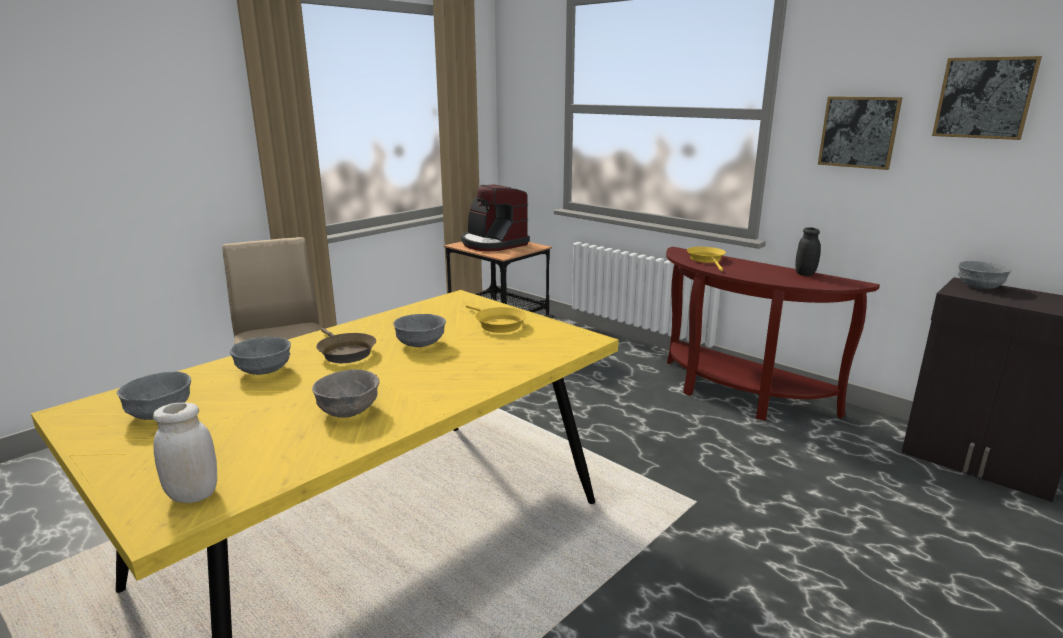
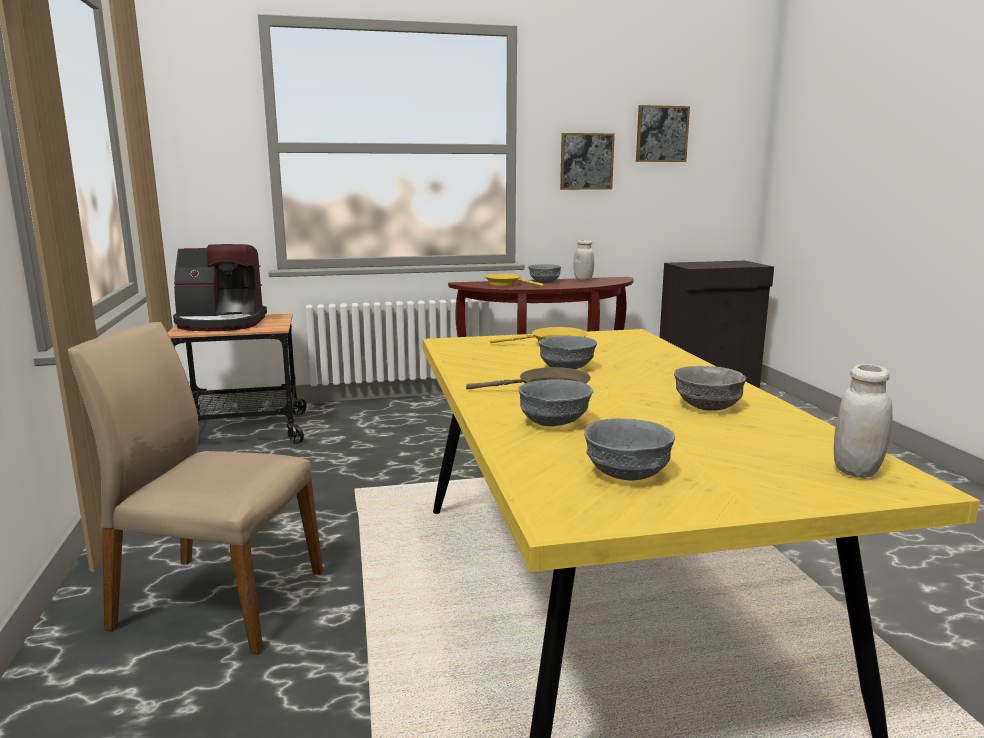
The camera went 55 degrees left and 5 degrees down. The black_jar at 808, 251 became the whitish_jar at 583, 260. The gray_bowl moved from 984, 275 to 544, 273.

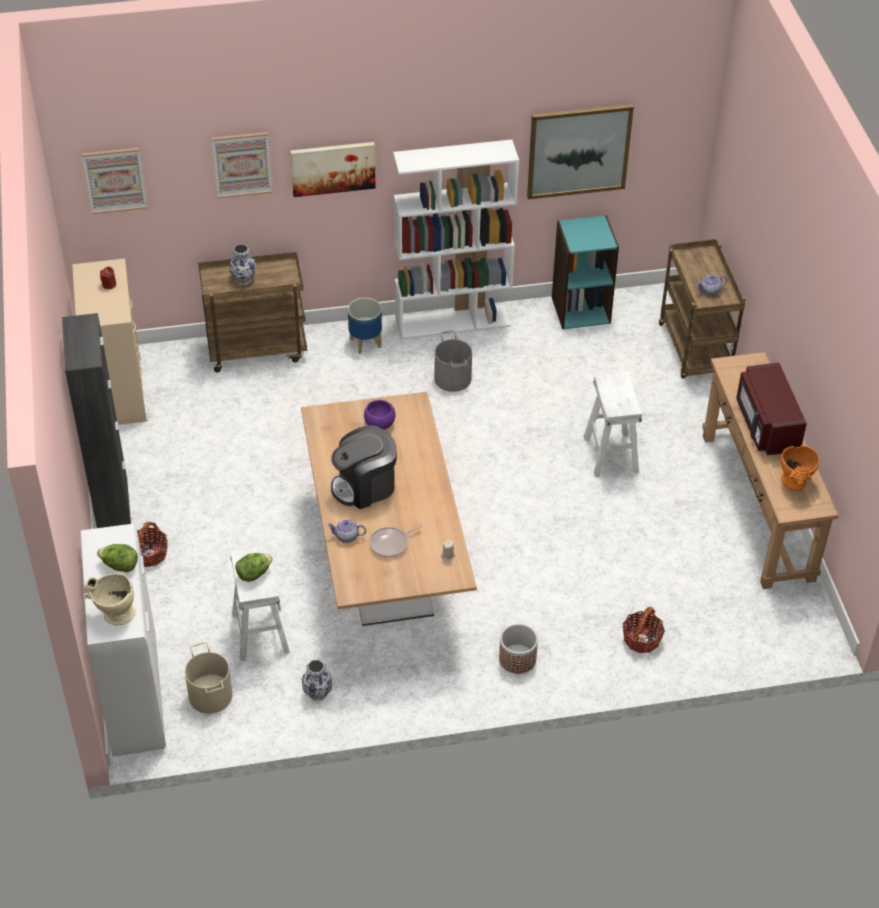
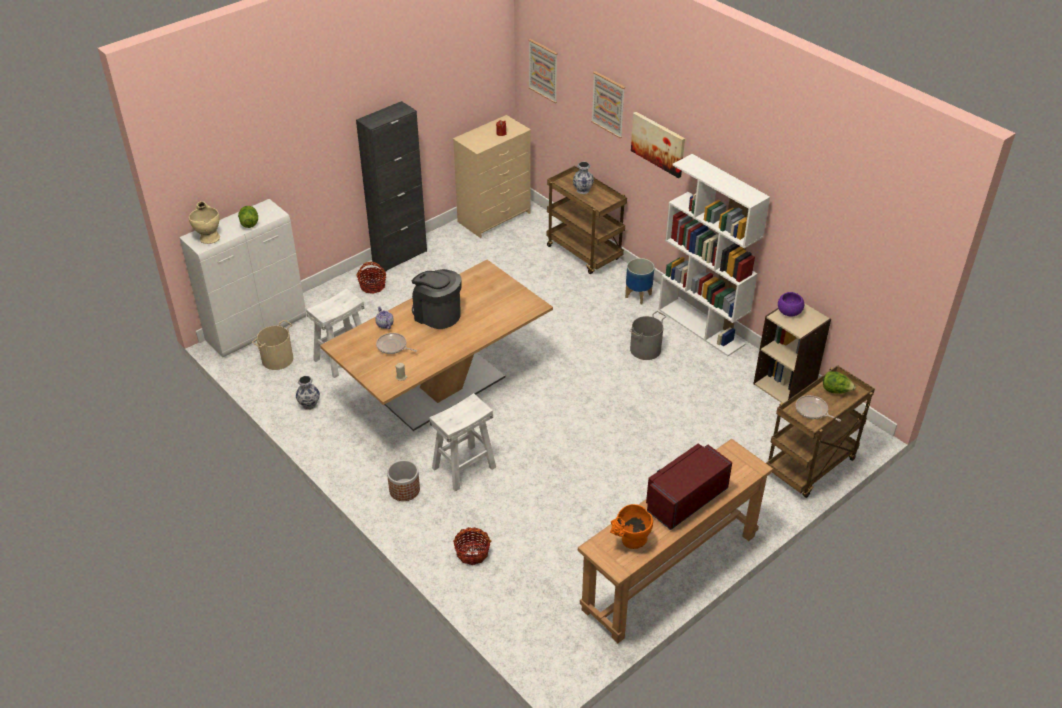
The camera went 60 degrees right and 5 degrees down. The lettuce moved from 253, 567 to 839, 382. The purple_bowl moved from 380, 415 to 791, 304. The picture at 580, 152 disappeared. The turquoise-coloured_bookshelf at 585, 272 became the beige-coloured_bookshelf at 792, 353. The whitish_sitting_stool moved from 613, 424 to 462, 442. The tea_pot at 712, 285 was replaced by the skillet at 818, 408.

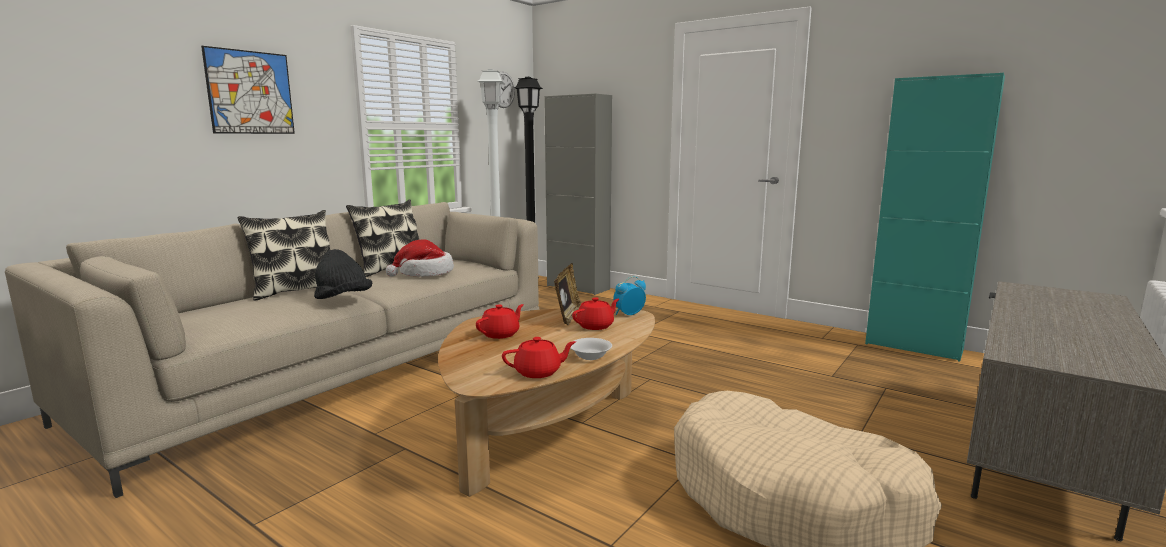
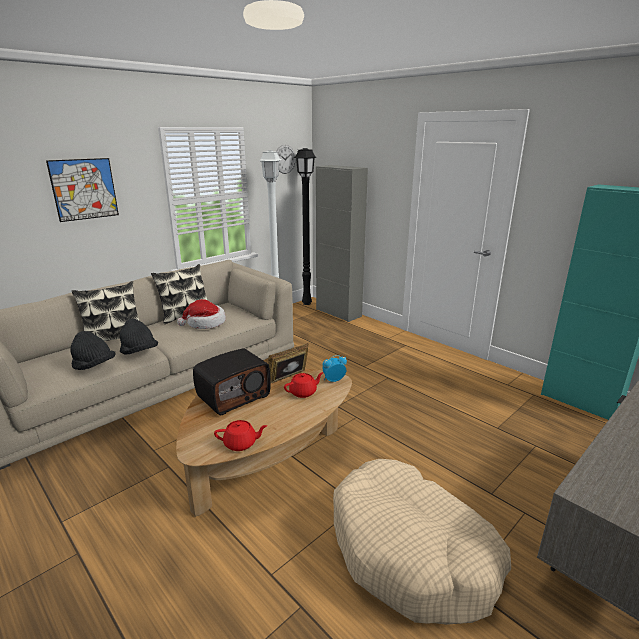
The camera went 10 degrees right and 10 degrees up. The red-coloured_tea_pot at 500, 321 was replaced by the radio_set at 232, 381. The picture_frame at 567, 294 turned 150 degrees counterclockwise. The whitish_bowl at 591, 349 disappeared. The black_clothing_hat at 93, 350 appeared.

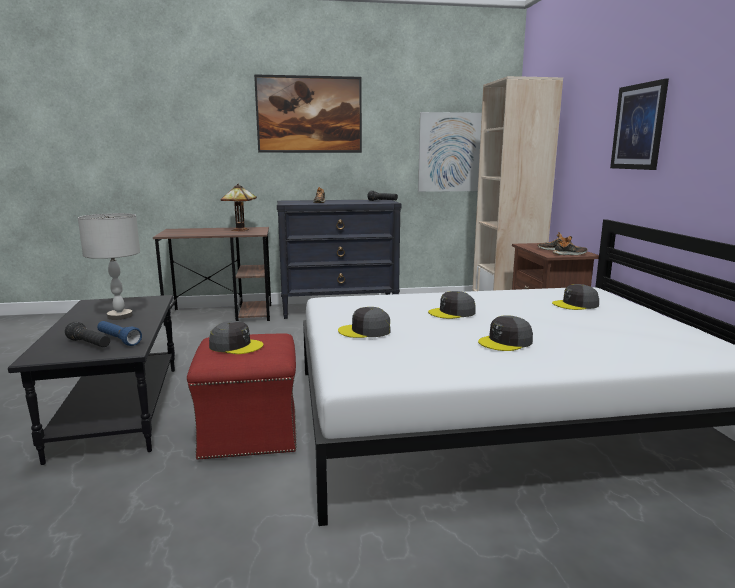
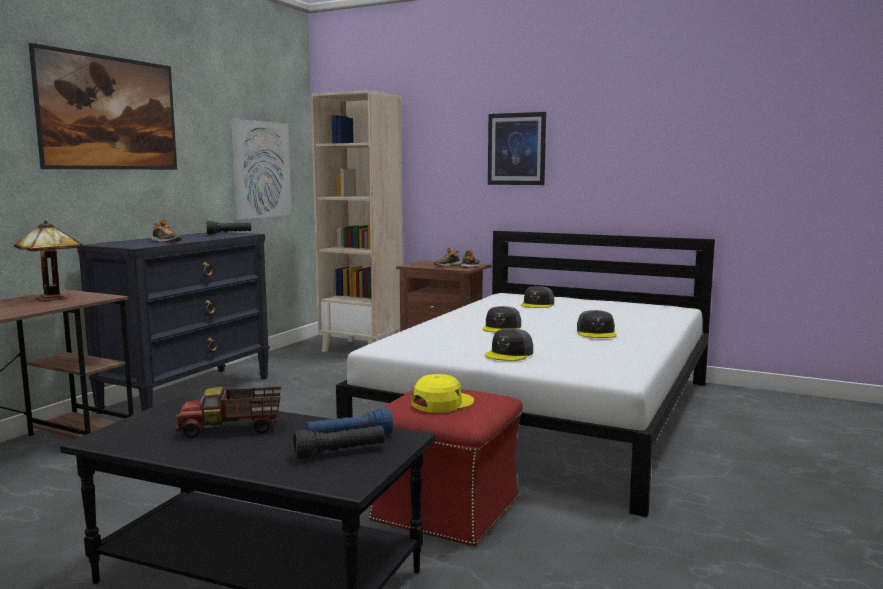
The camera went 55 degrees left and 5 degrees down. The gray_tabletop_lamp at 109, 266 was replaced by the toy_lorry at 229, 412. The gray_baseball_cap at 236, 337 became the yellow_baseball_cap at 442, 393.

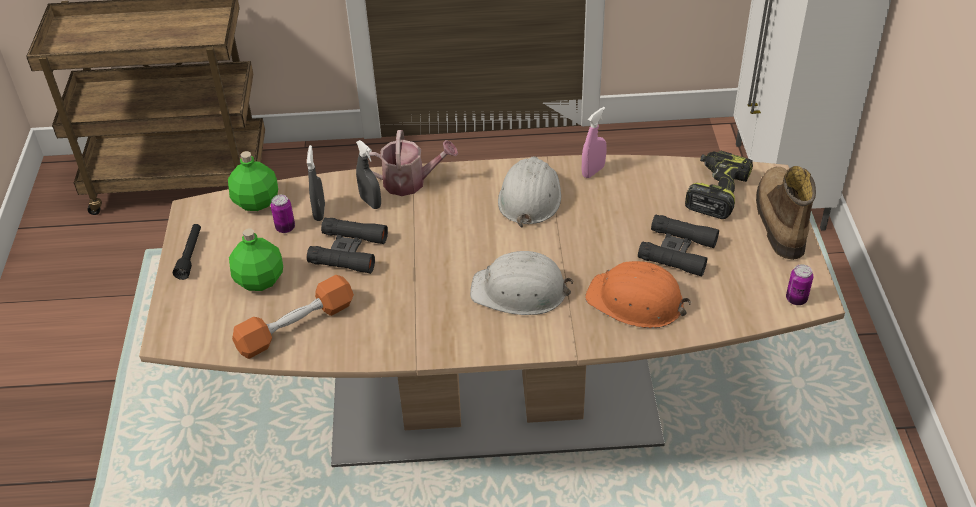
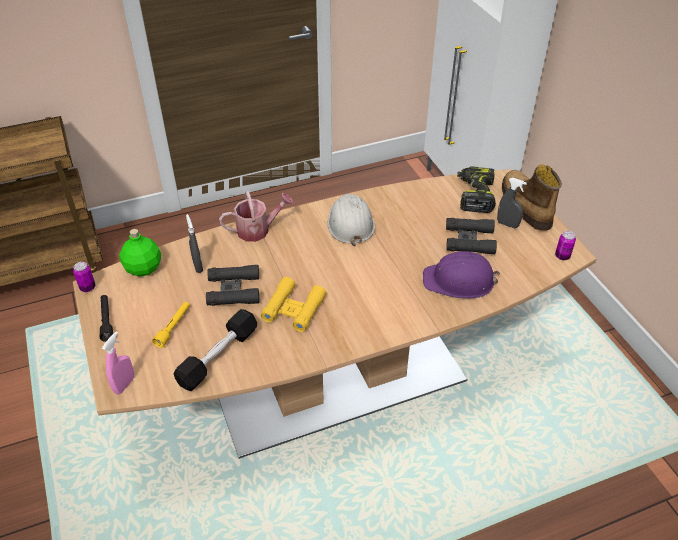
The camera went 20 degrees left and 0 degrees up. The green_bottle at 256, 259 was replaced by the yellow_flashlight at 171, 325. The orangey_free_weight at 293, 317 became the black_free_weight at 215, 350. The can moved from 282, 214 to 84, 277. The gray_hand_sprayer moved from 368, 174 to 512, 203. The whitish_safety_helmet at 521, 283 disappeared. The pink-coloured_hand_sprayer moved from 594, 142 to 118, 362. The orangey_safety_helmet at 638, 294 became the purple_safety_helmet at 461, 275. The yellow_binoculars at 293, 304 appeared.

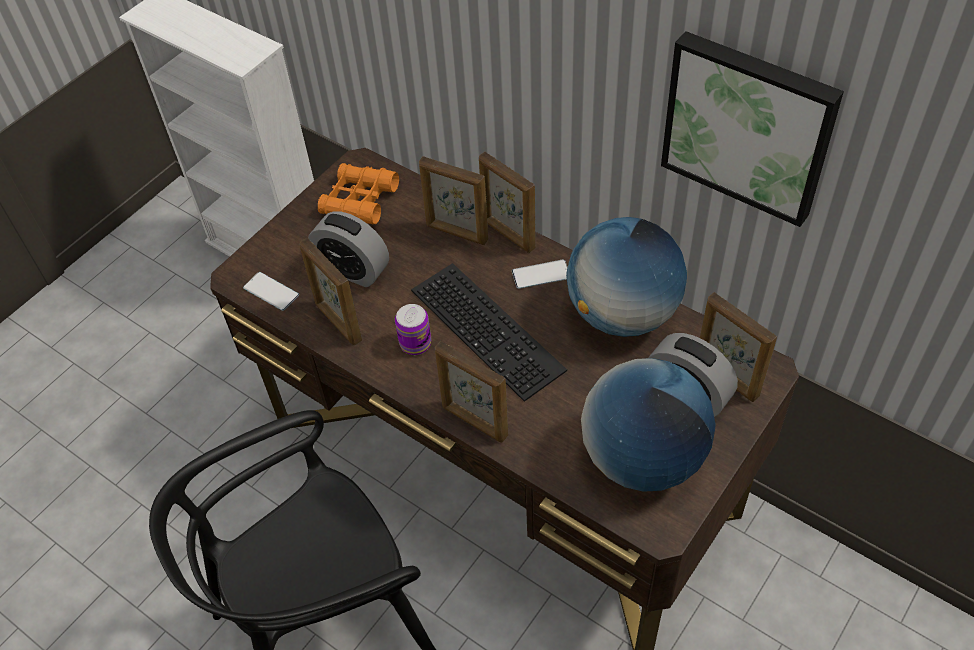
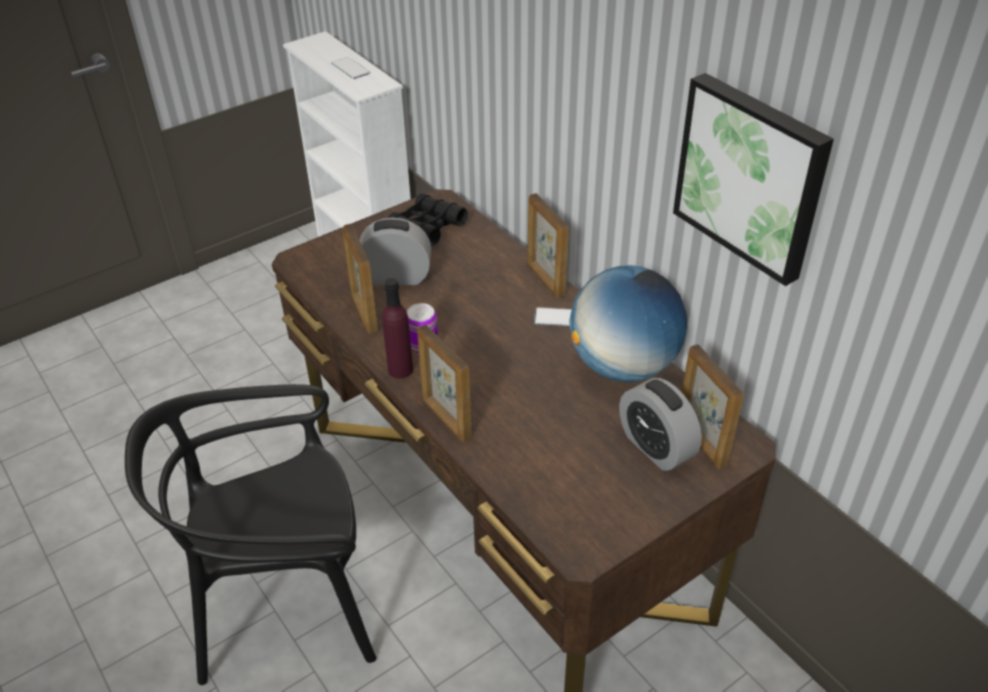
The camera went 15 degrees right and 10 degrees down. The handset moved from 271, 291 to 350, 68. The alarm_clock at 348, 249 turned 135 degrees clockwise. The orangey_binoculars at 358, 193 became the black_binoculars at 428, 219. The PC_keyboard at 489, 332 disappeared. The picture_frame at 453, 201 disappeared. The world_globe at 648, 425 disappeared. The purple_bottle at 397, 328 appeared.

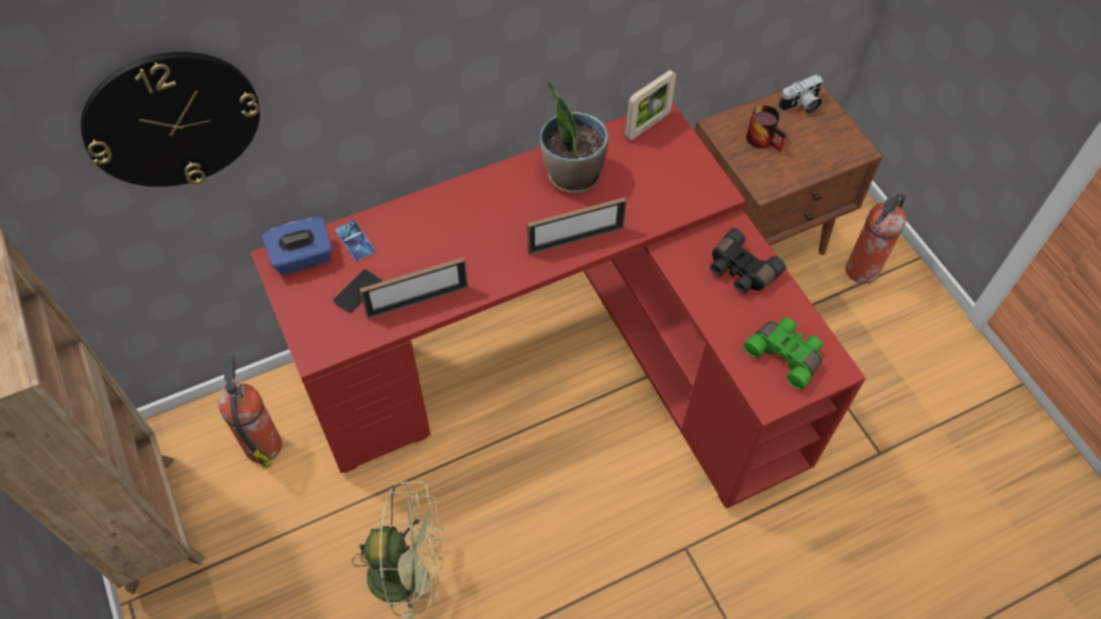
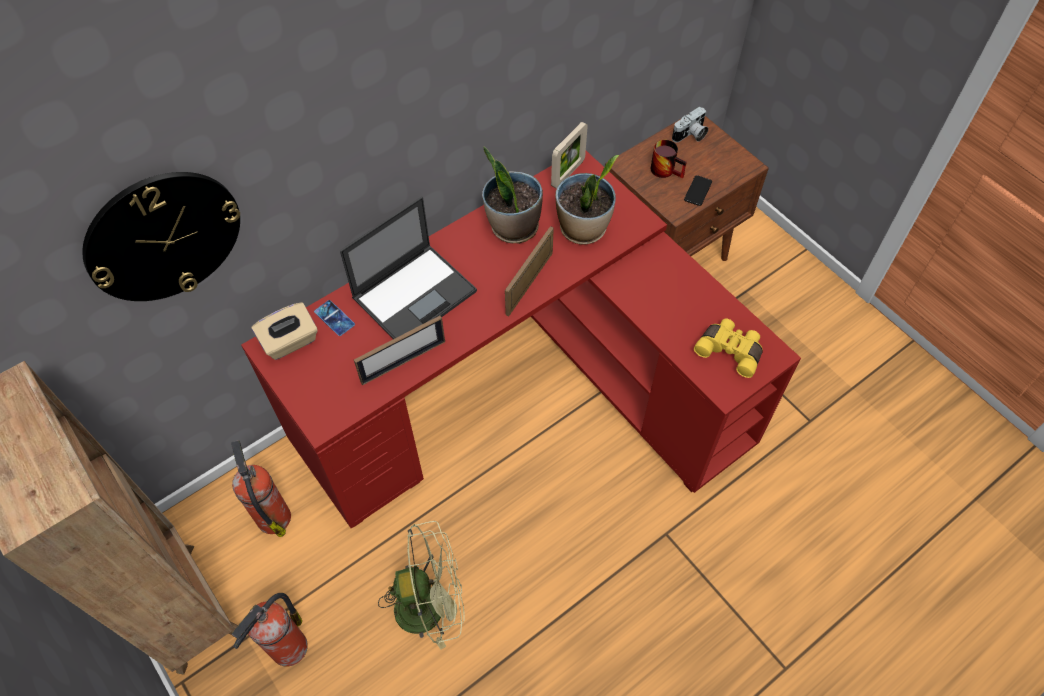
The camera went 10 degrees left and 0 degrees up. The blue-coloured_tissue_holder at 297, 246 became the beige-coloured_tissue_holder at 284, 331. The handset moved from 357, 291 to 698, 190. The picture_frame at 577, 226 turned 150 degrees clockwise. The black_binoculars at 748, 261 disappeared. The green_binoculars at 783, 354 became the yellow_binoculars at 728, 348. The fire-fighting_cylinder moved from 876, 238 to 269, 630. The portable_computer at 408, 267 appeared. The houseplant at 587, 199 appeared.

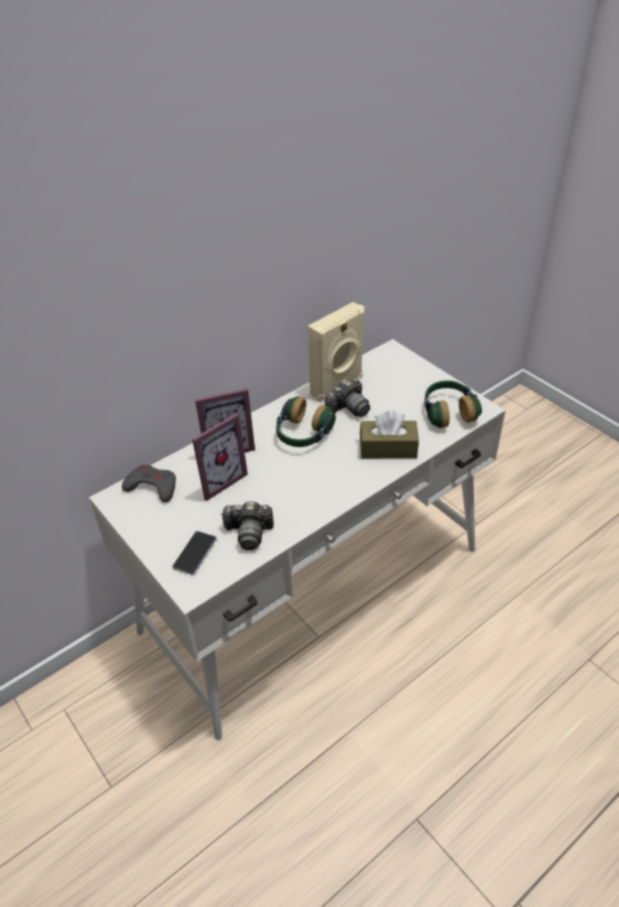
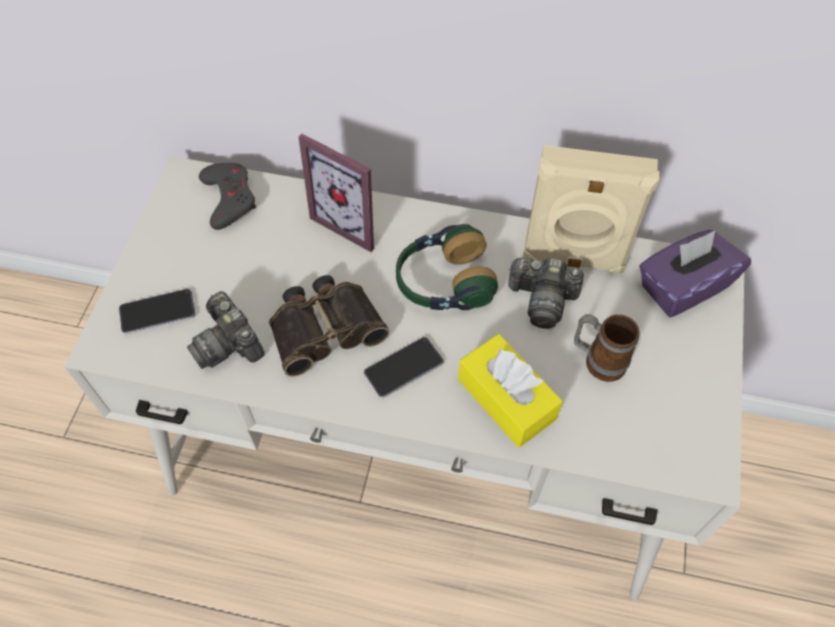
The camera went 50 degrees right and 15 degrees up. The picture_frame at 220, 457 disappeared. The brown-coloured_tissue_holder at 389, 434 became the yellow_tissue_holder at 510, 391. The pair_of_headphones at 453, 404 disappeared. The binoculars at 329, 326 appeared. The handset at 403, 367 appeared. The mug at 607, 348 appeared. The purple_tissue_holder at 695, 273 appeared.

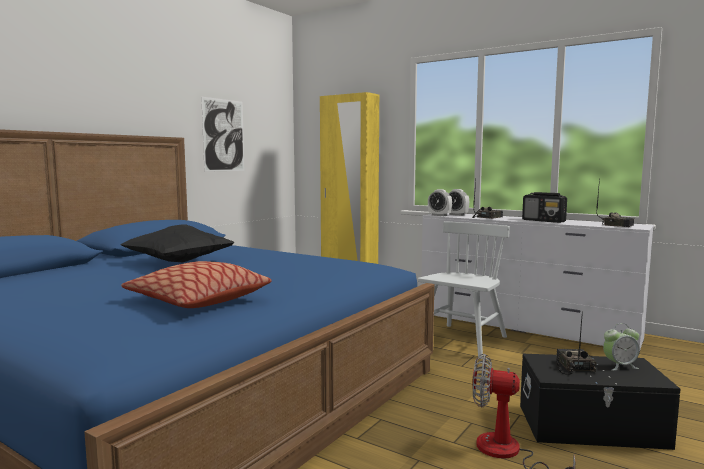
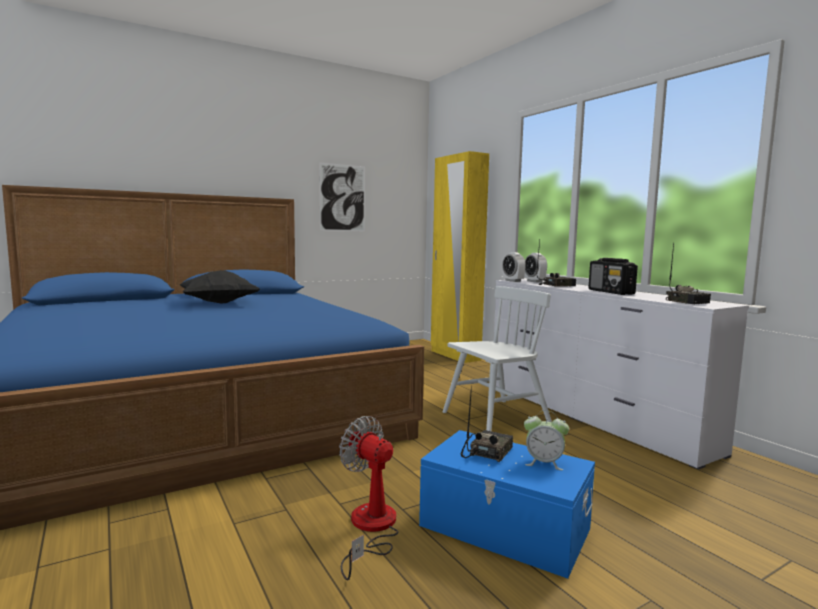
The camera went 25 degrees right and 0 degrees up. The pillow at 196, 284 disappeared. The black_storage_container at 600, 402 became the blue-coloured_storage_container at 507, 504.

